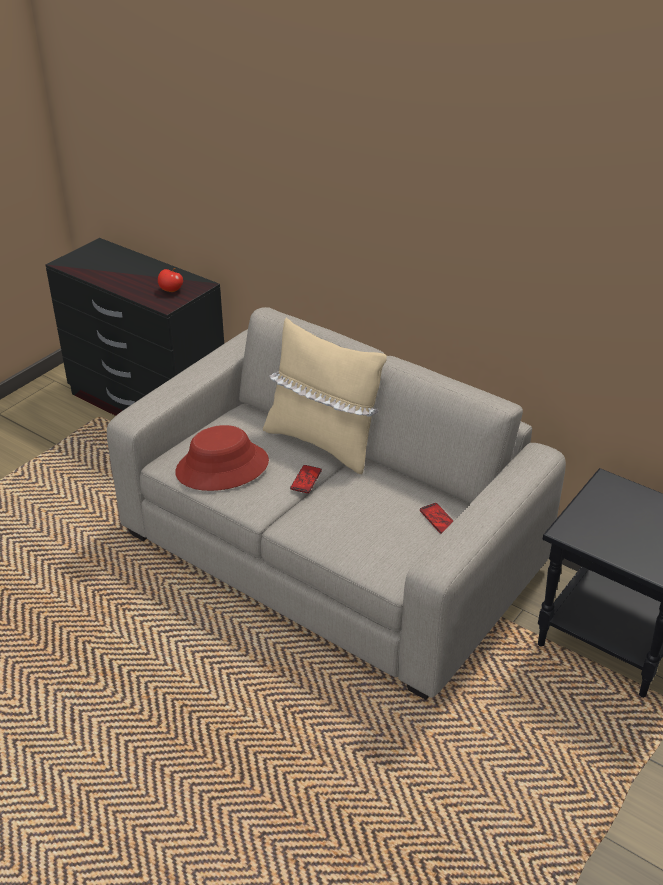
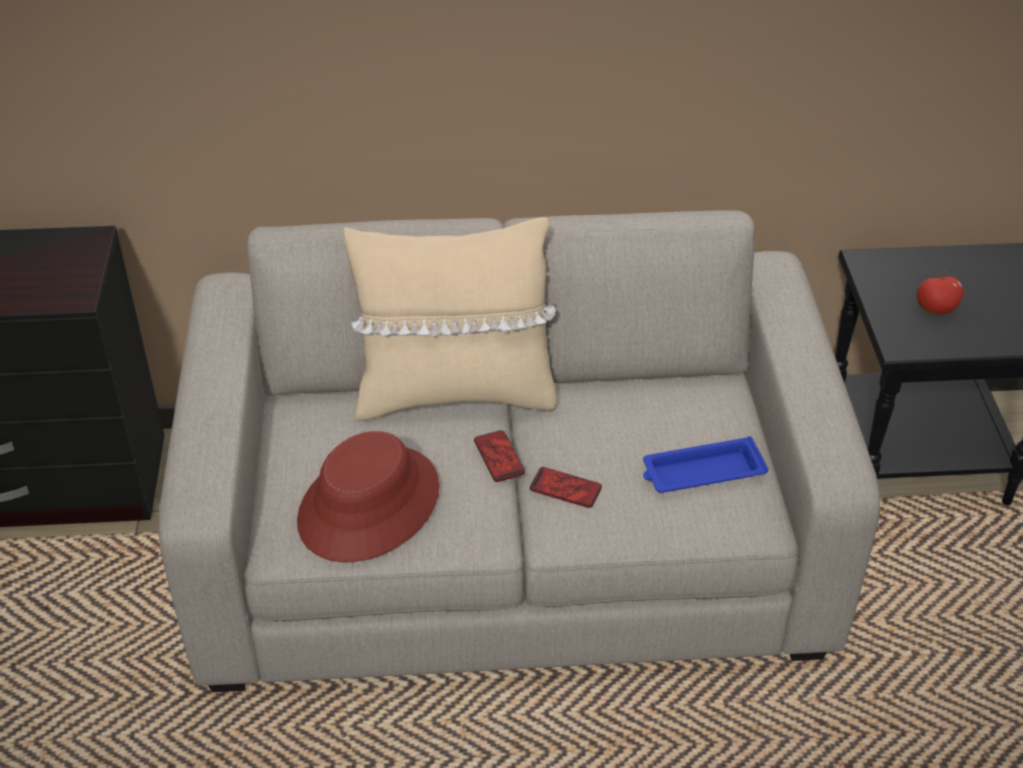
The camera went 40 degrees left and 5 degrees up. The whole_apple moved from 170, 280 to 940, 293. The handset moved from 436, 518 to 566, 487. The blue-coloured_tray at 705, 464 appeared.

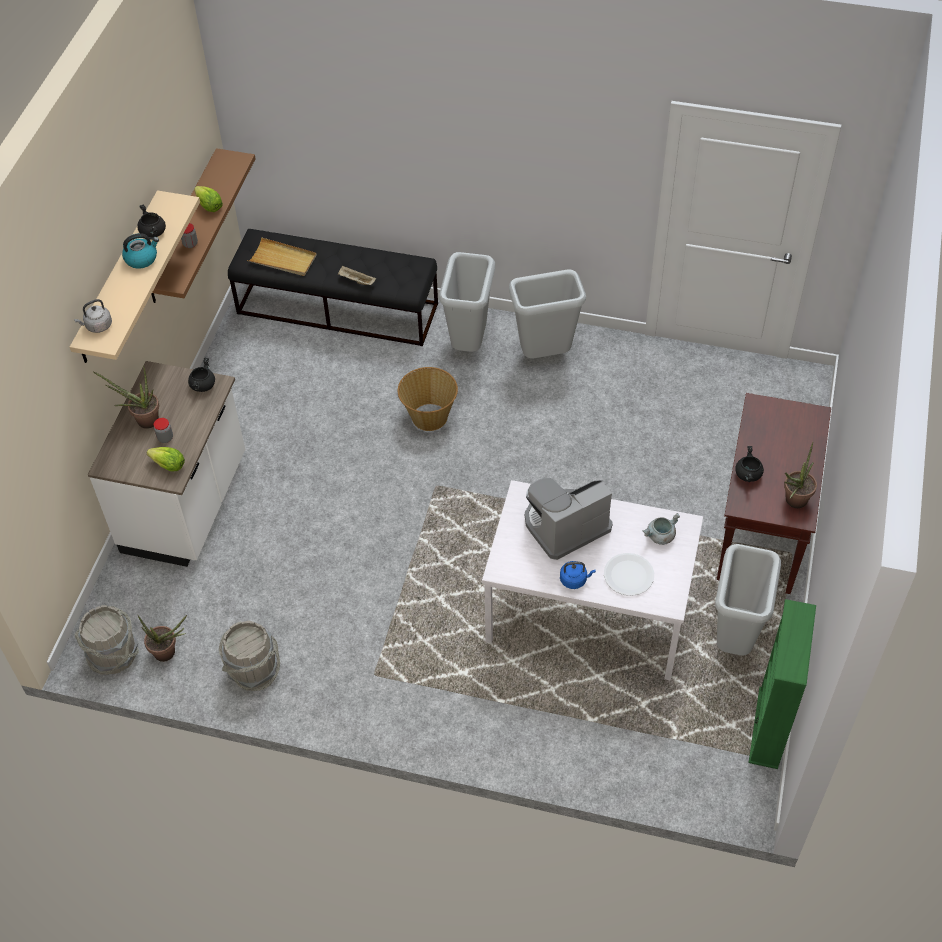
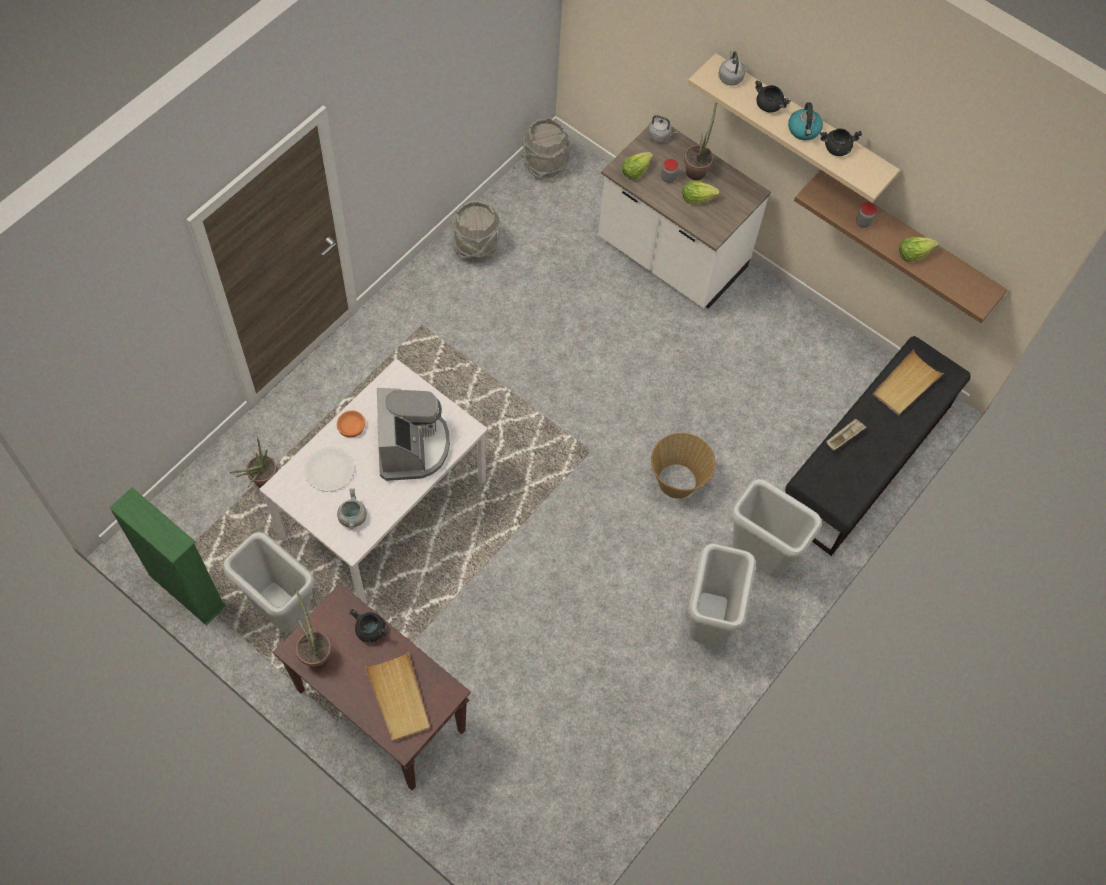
The camera went 110 degrees right and 10 degrees up. The houseplant moved from 162, 638 to 253, 462. The black_cooking_pot moved from 201, 375 to 773, 96. The blue-coloured_tea_kettle at 578, 575 was replaced by the orangey_bowl at 351, 423. The beige-coloured_tray at 397, 697 appeared. The gray_tea_kettle at 663, 128 appeared. The lettuce at 701, 192 appeared.

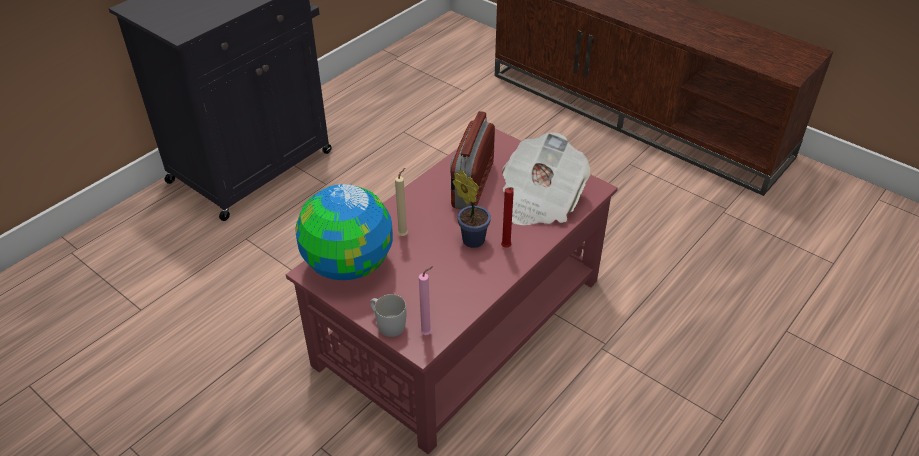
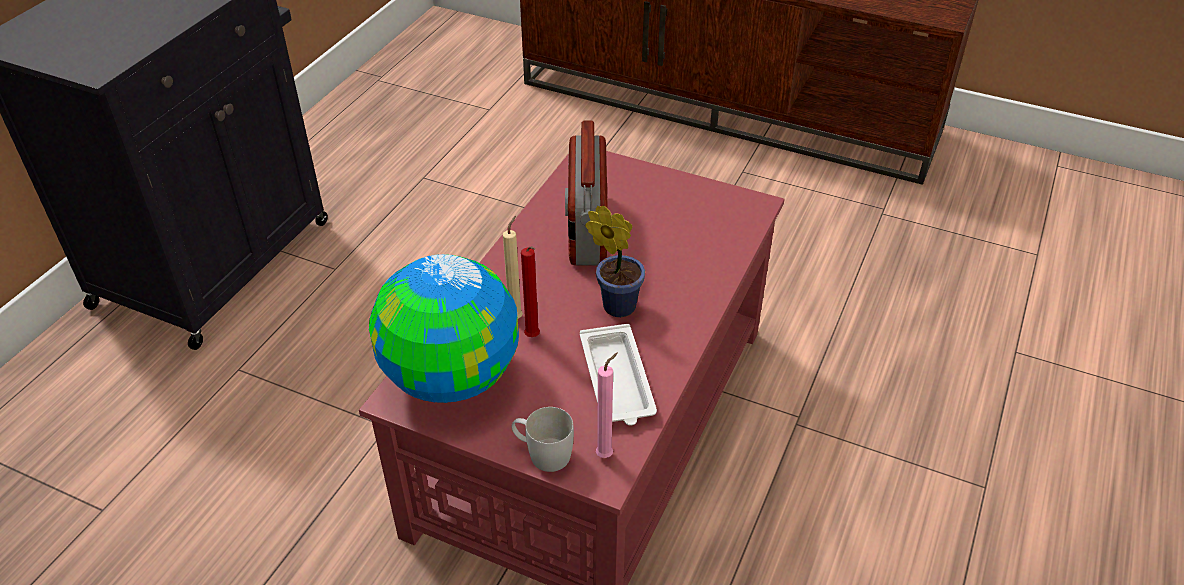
The camera went 15 degrees left and 0 degrees up. The red-coloured_wax_candle moved from 507, 217 to 530, 291. The daily_paper at 546, 178 disappeared. The whitish_tray at 618, 375 appeared.

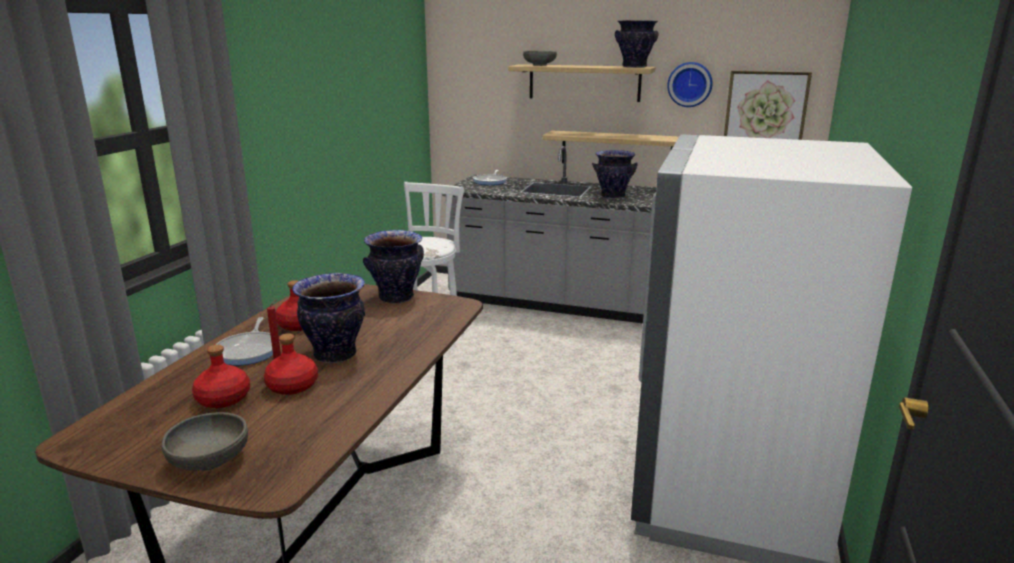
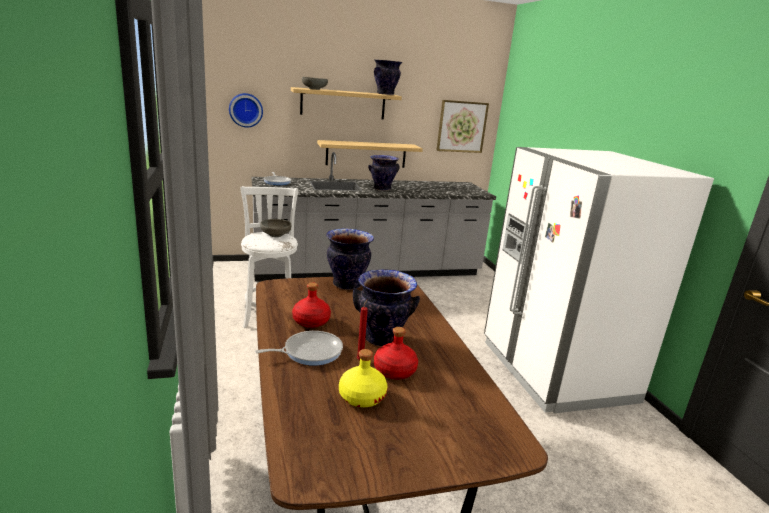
The camera went 35 degrees left and 0 degrees up. The gray_bowl moved from 205, 441 to 275, 228. The red-coloured_bottle at 221, 376 became the yellow_bottle at 363, 378. The skillet at 248, 341 turned 75 degrees counterclockwise. The hanging_clock moved from 689, 84 to 246, 110.

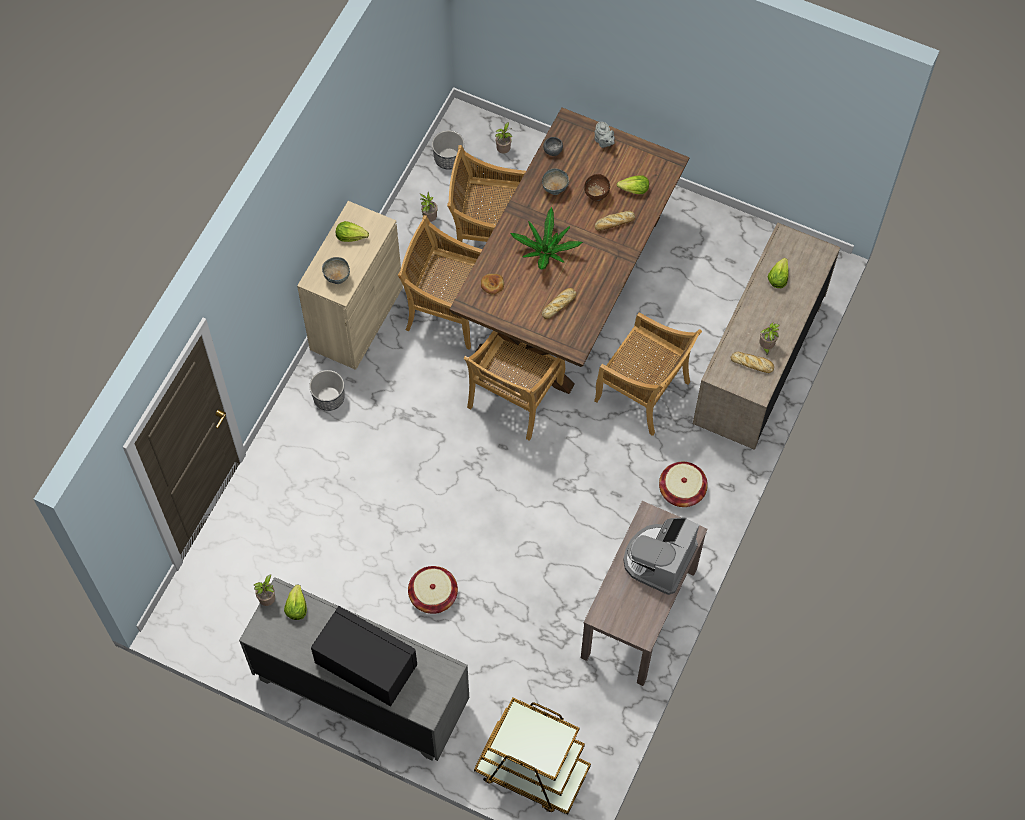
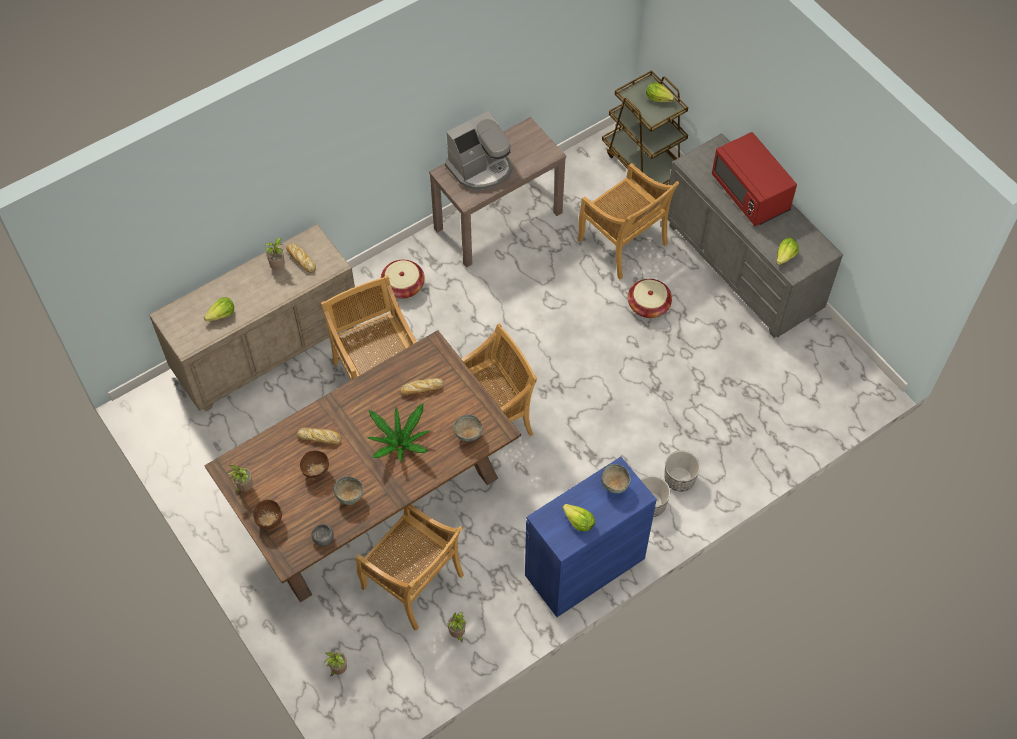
The camera went 150 degrees left and 5 degrees down. The houseplant moved from 264, 590 to 240, 479. The beige-coloured_storage_cabinet at 350, 285 became the blue-coloured_storage_cabinet at 591, 537. The black_microwave at 364, 656 became the red-coloured_microwave at 754, 179. The beige-coloured_chair moved from 440, 282 to 628, 221. The plant_pot moved from 448, 150 to 682, 470. The bread at 492, 284 was replaced by the gray_bowl at 467, 428. The gray_tea_pot at 605, 135 was replaced by the brown-coloured_bowl at 267, 514. The lettuce moved from 633, 184 to 660, 92.

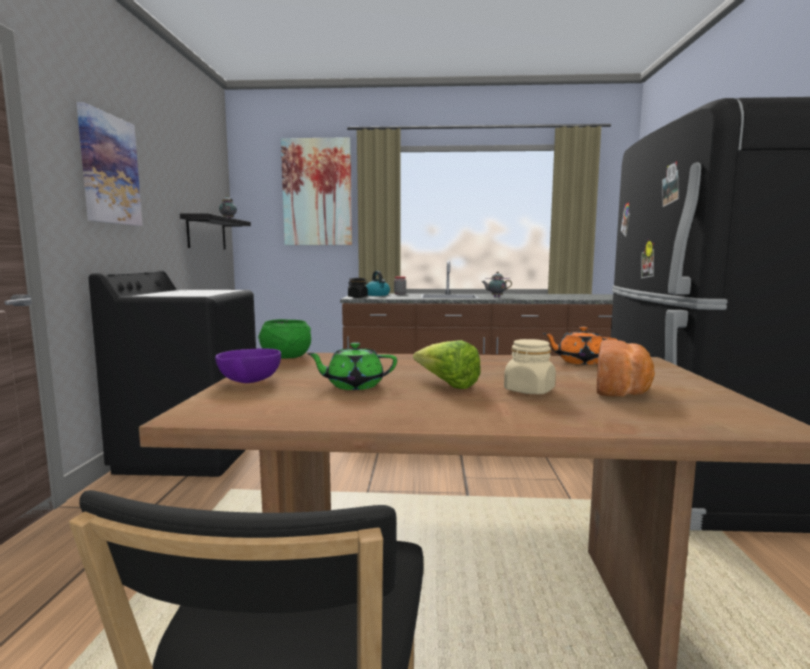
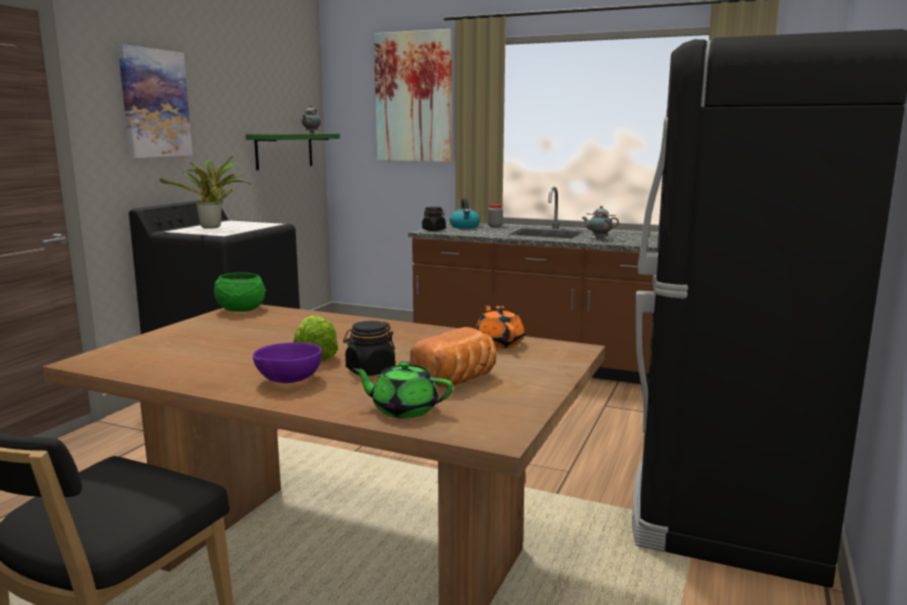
The camera went 20 degrees right and 5 degrees up. The black_bracket_shelf at 215, 231 became the green_bracket_shelf at 292, 152. The purple_bowl moved from 248, 366 to 287, 363. The green_tea_pot moved from 351, 366 to 402, 389. The beige-coloured_jar at 530, 366 became the black_jar at 369, 348. The orangey_tea_pot at 580, 346 turned 45 degrees clockwise. The houseplant at 206, 192 appeared.

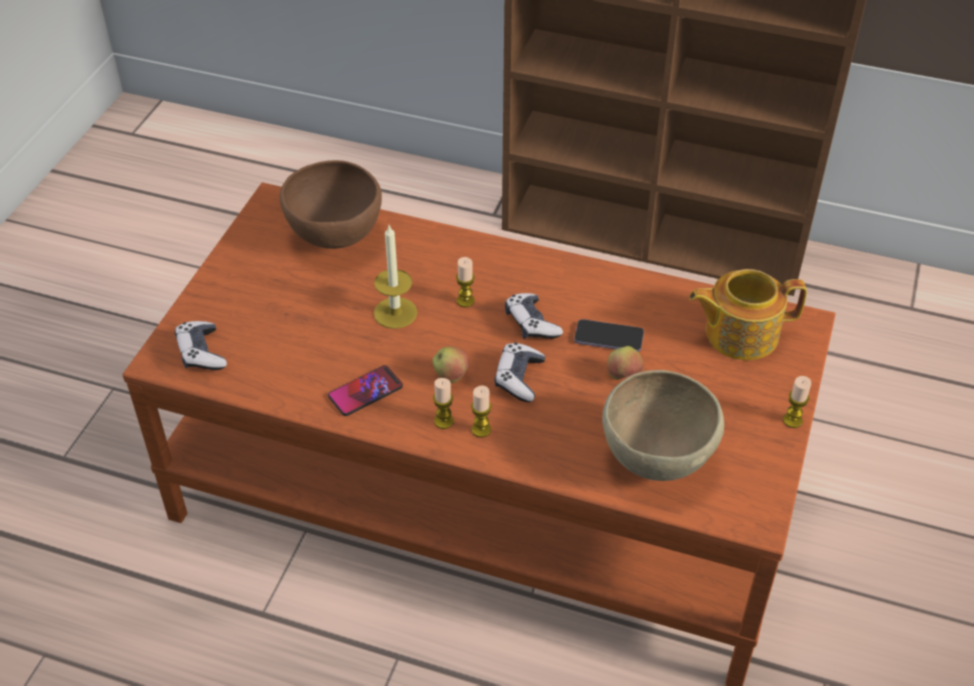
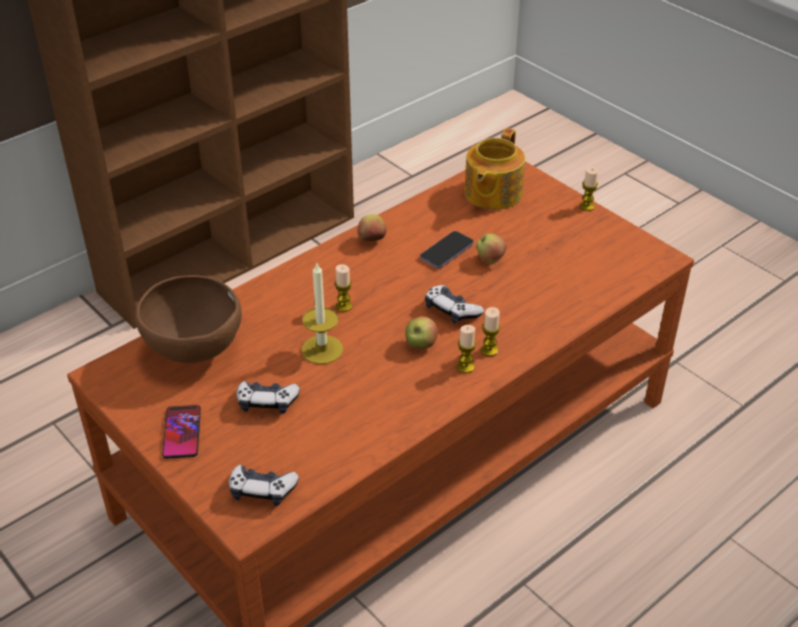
The camera went 60 degrees left and 5 degrees down. The handset moved from 365, 390 to 181, 432. The gamepad moved from 534, 316 to 268, 397. The brown-coloured_bowl at 663, 425 disappeared. The whole_apple at 372, 227 appeared.

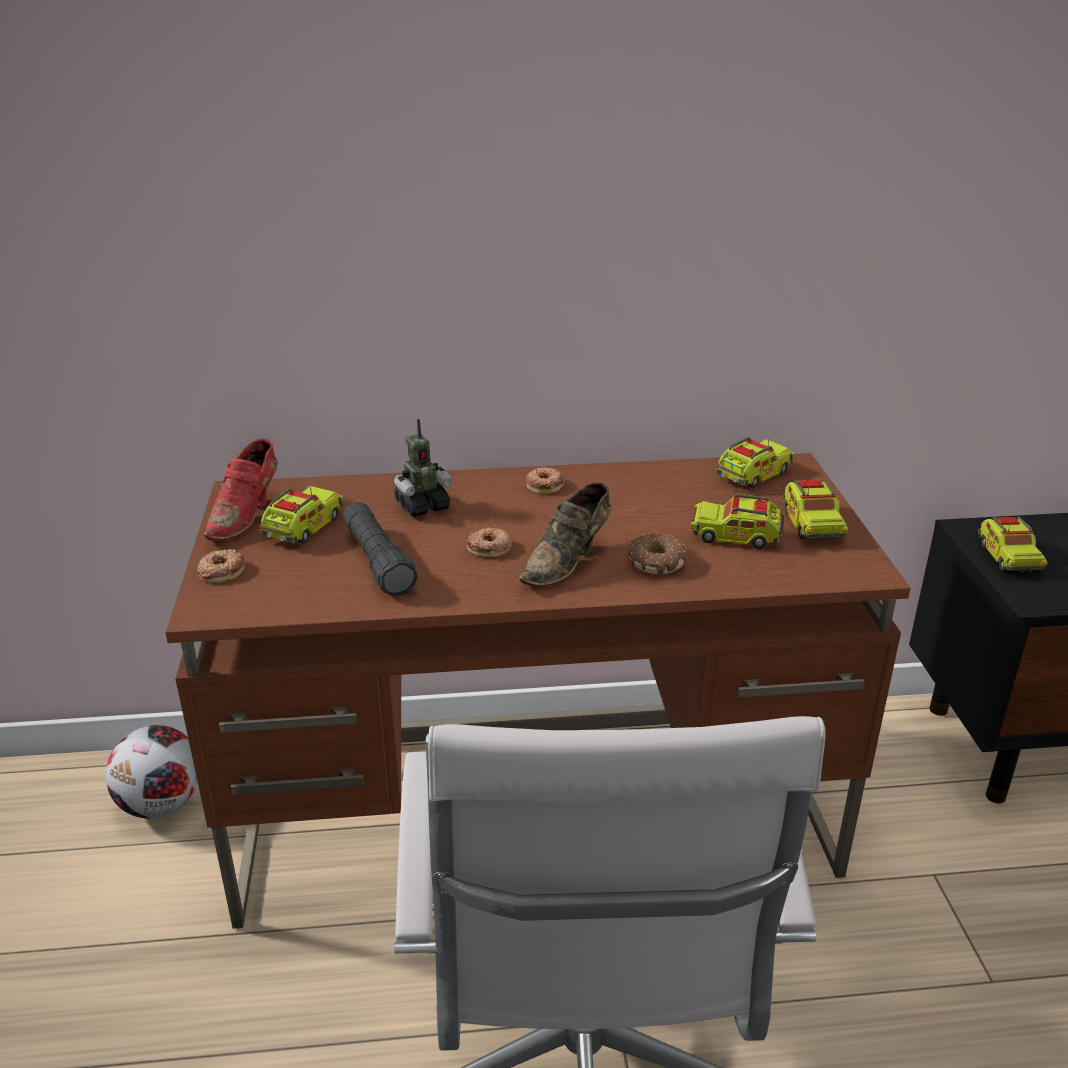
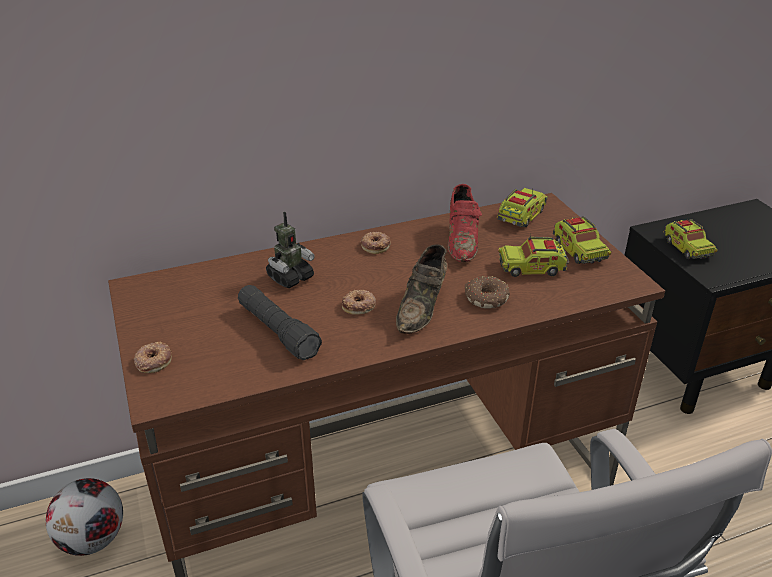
The camera went 15 degrees left and 5 degrees up. The red-coloured_item_of_footwear moved from 241, 490 to 465, 223. The toy_lorry at 301, 515 disappeared.

